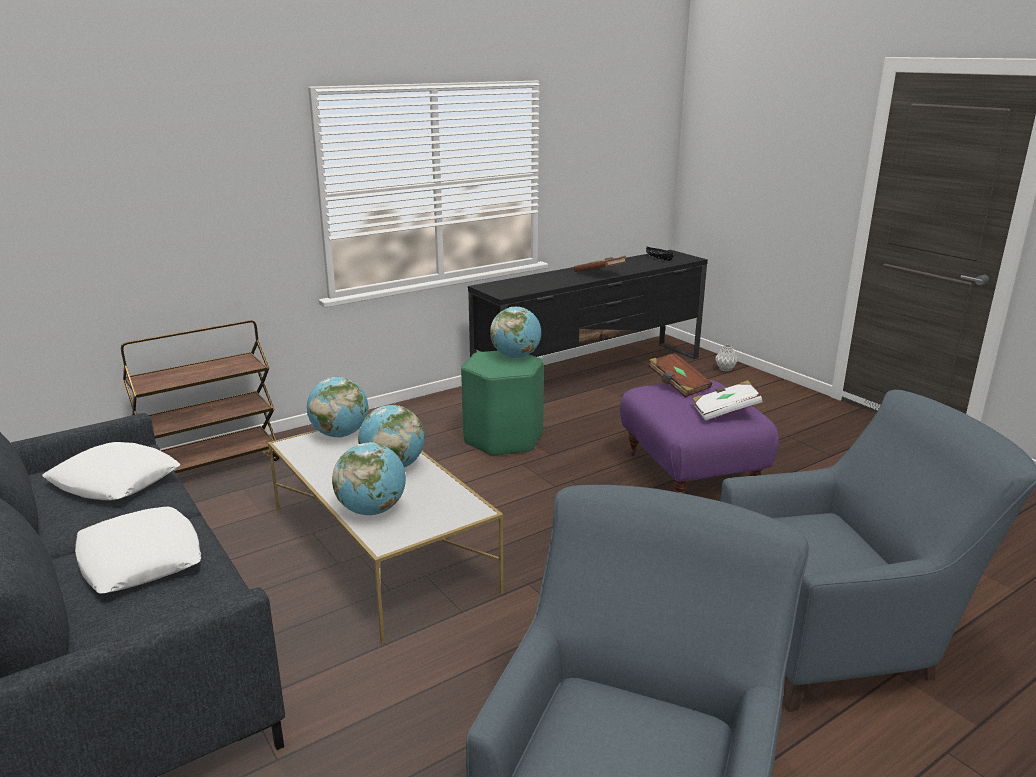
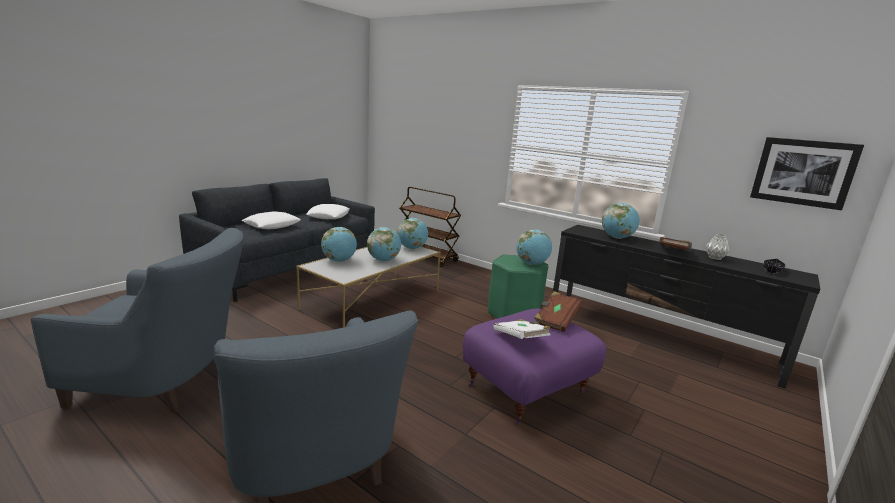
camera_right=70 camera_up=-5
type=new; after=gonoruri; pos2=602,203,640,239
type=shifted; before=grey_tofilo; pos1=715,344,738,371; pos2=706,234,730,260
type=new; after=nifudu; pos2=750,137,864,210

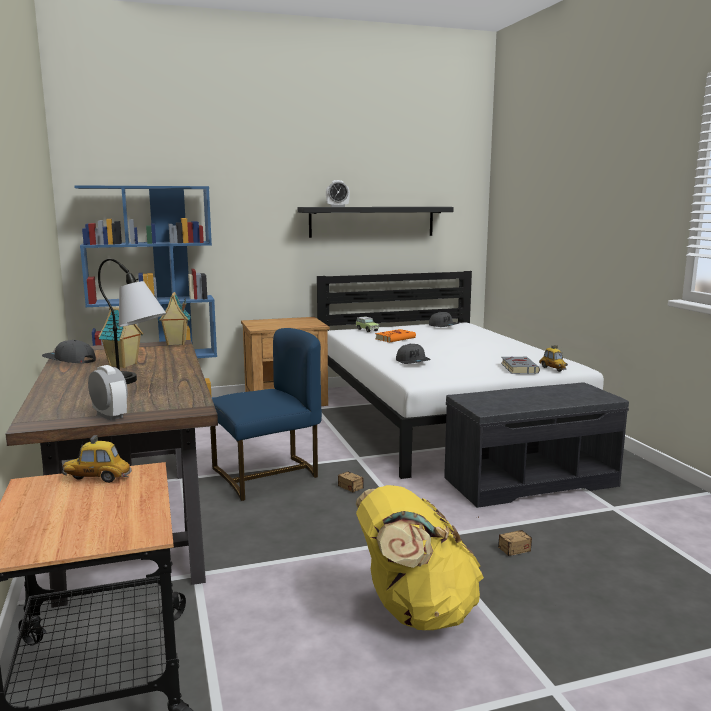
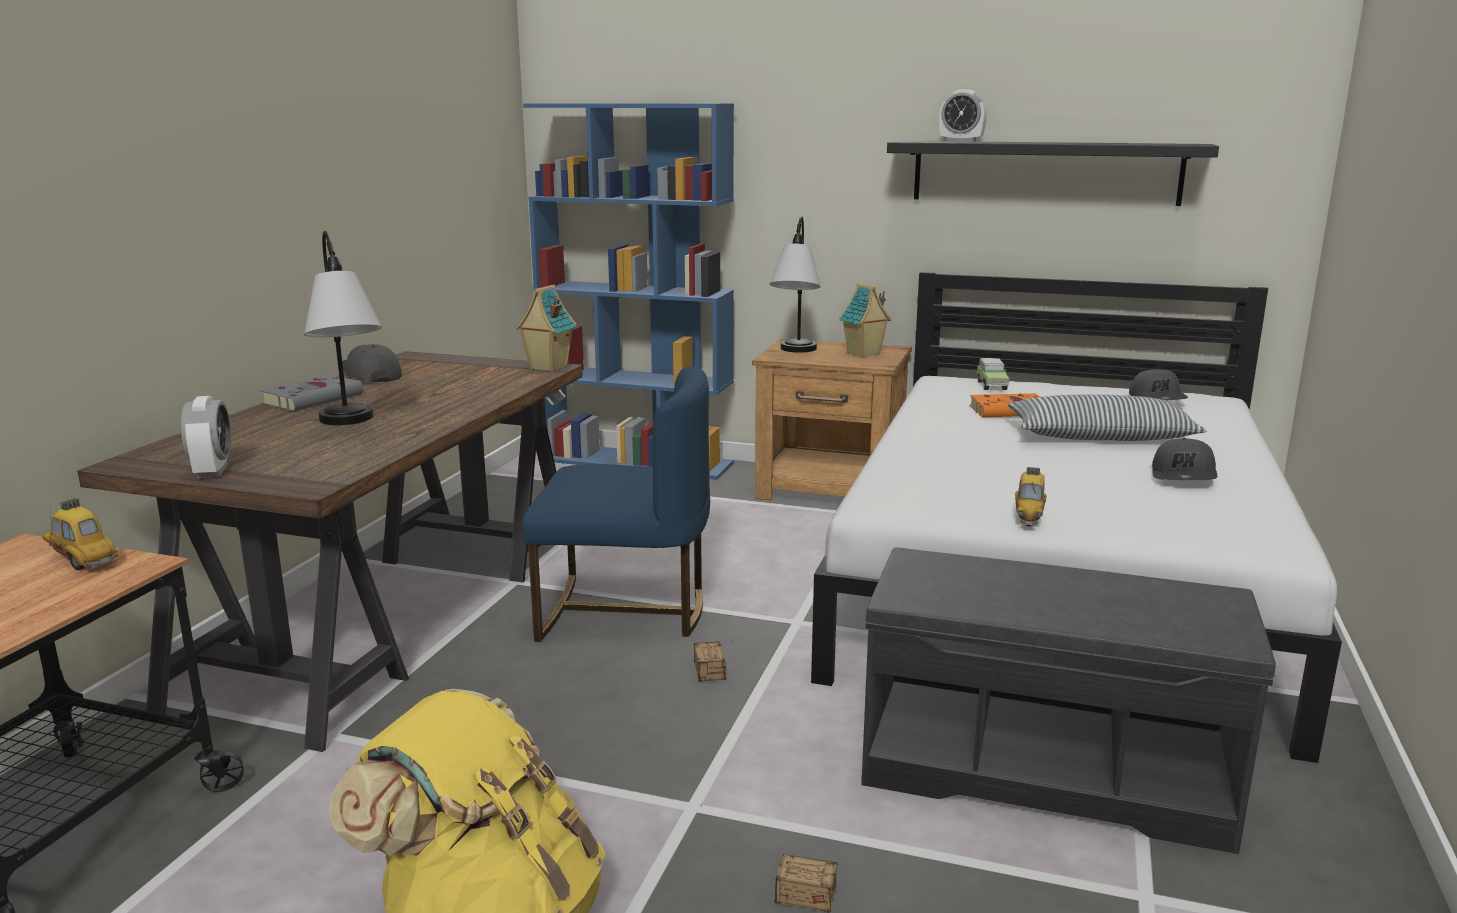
camera_right=35 camera_up=5
type=shifted; before=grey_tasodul; pos1=501,356,540,374; pos2=261,375,363,411
type=new; after=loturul; pos2=770,216,821,353
type=shifted; before=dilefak; pos1=98,307,143,368; pos2=839,283,891,358
type=new; after=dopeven; pos2=1008,394,1207,441
type=shifted; before=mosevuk; pos1=539,345,568,372; pos2=1015,467,1046,526
type=shifted; before=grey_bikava; pos1=396,344,431,364; pos2=1152,438,1217,480

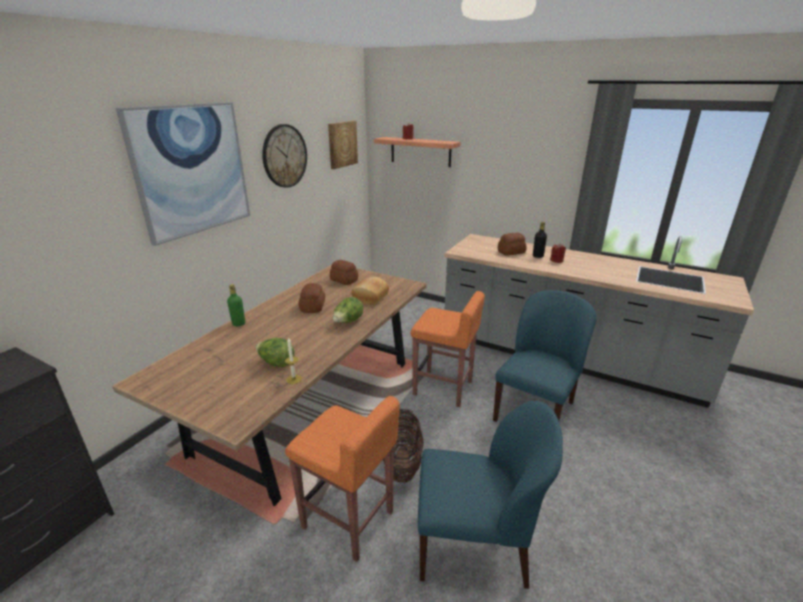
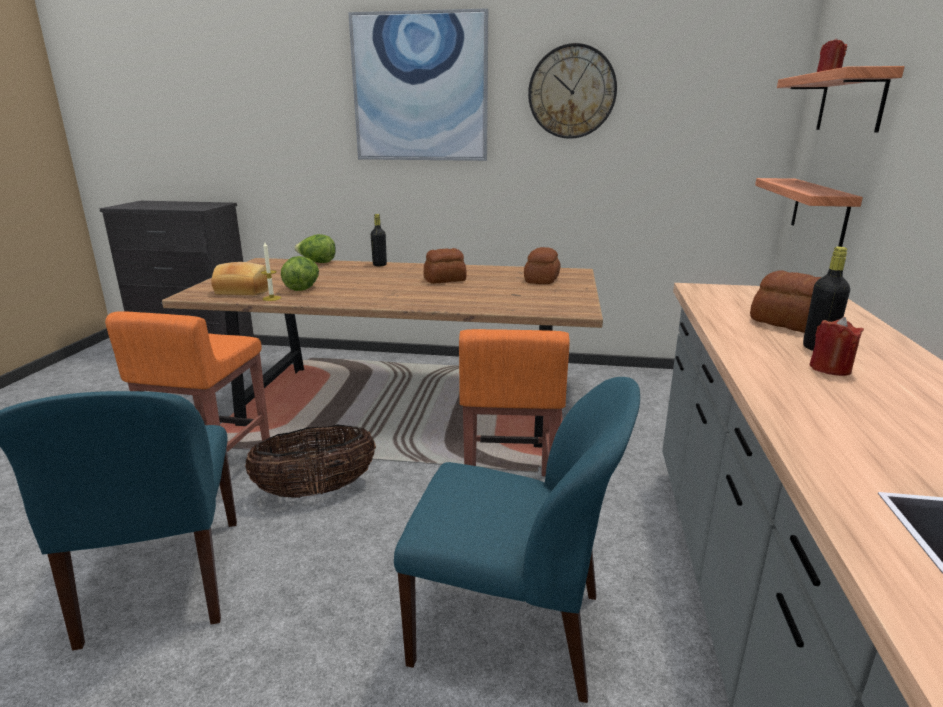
camera_right=70 camera_up=-5
type=shifted; before=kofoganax; pos1=351,277,389,305; pos2=211,262,268,295
type=shifted; before=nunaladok; pos1=333,297,363,323; pos2=294,234,336,263
type=repainted; before=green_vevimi; after=black_vevimi; pos1=227,284,245,326; pos2=371,214,387,266
type=new; after=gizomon; pos2=755,178,863,247
type=gone; before=nifudu; pos1=328,121,358,169

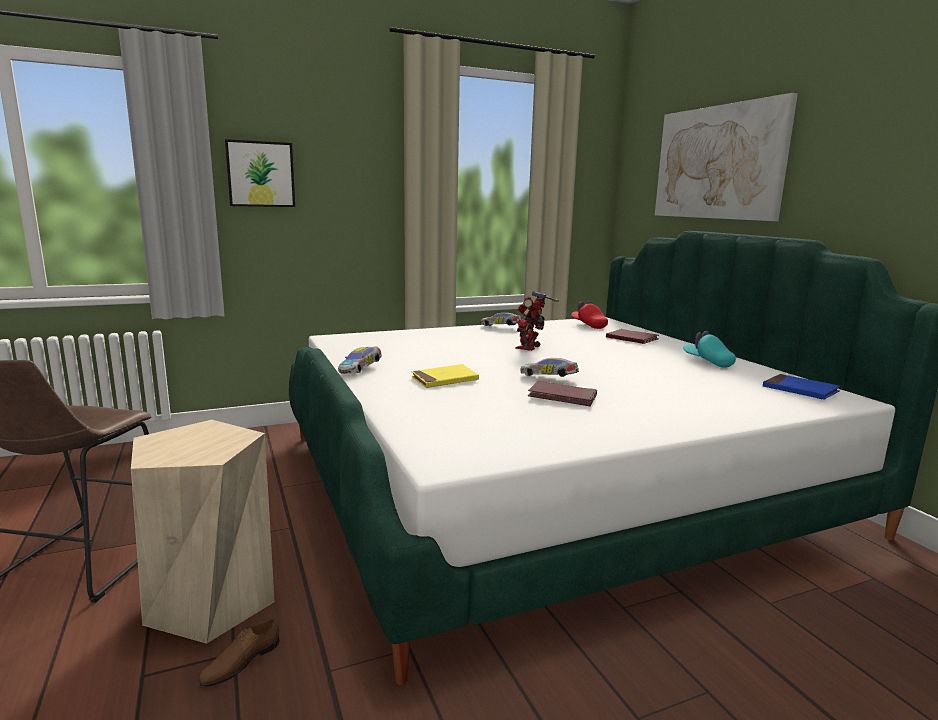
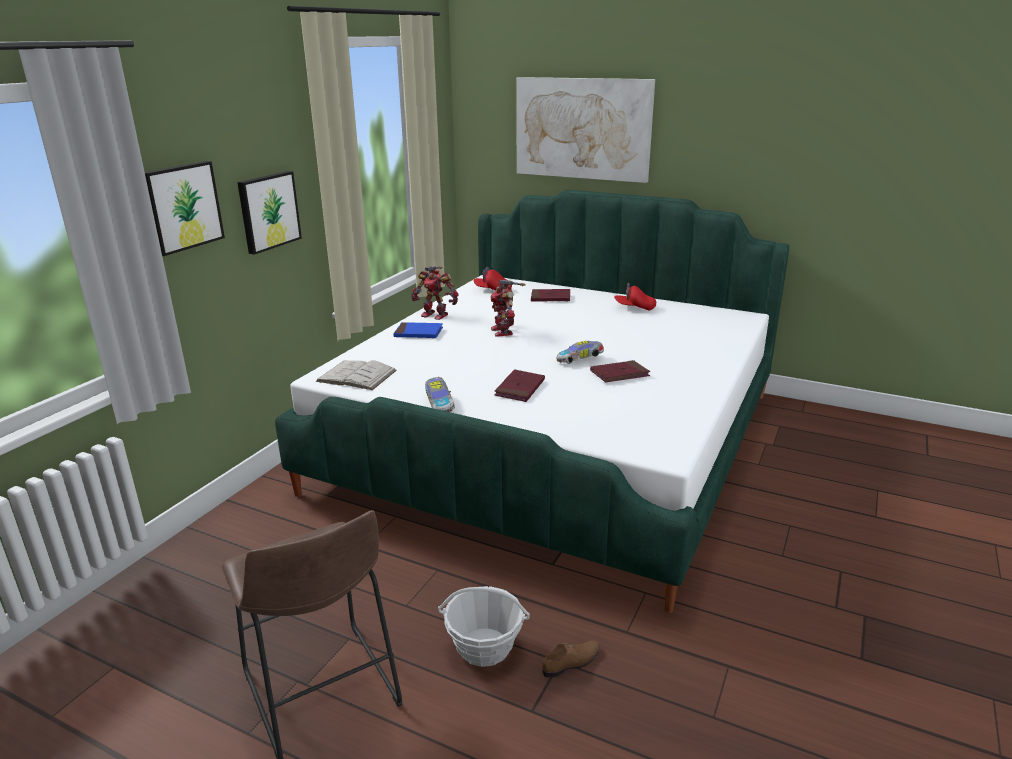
camera_right=-40 camera_up=10
type=new; after=nifudu; pos2=237,171,302,255
type=new; after=white_tasodul; pos2=316,360,397,390
type=shifted; before=blue_tasodul; pos1=763,374,840,400; pos2=393,322,443,338
type=swapped; before=mosevuk; after=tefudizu; pos1=480,313,521,326; pos2=412,266,459,320
type=swapped; before=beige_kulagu; after=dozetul; pos1=131,420,275,644; pos2=438,586,530,667
type=repainted; before=yellow_tasodul; after=red_tasodul; pos1=412,364,479,388; pos2=494,369,545,402
type=rotated; before=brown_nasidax; pos1=198,619,280,687; pos2=542,640,600,678; turn=-120
type=repainted; before=turquoise_bikava; after=red_bikava; pos1=683,331,736,367; pos2=614,283,656,311

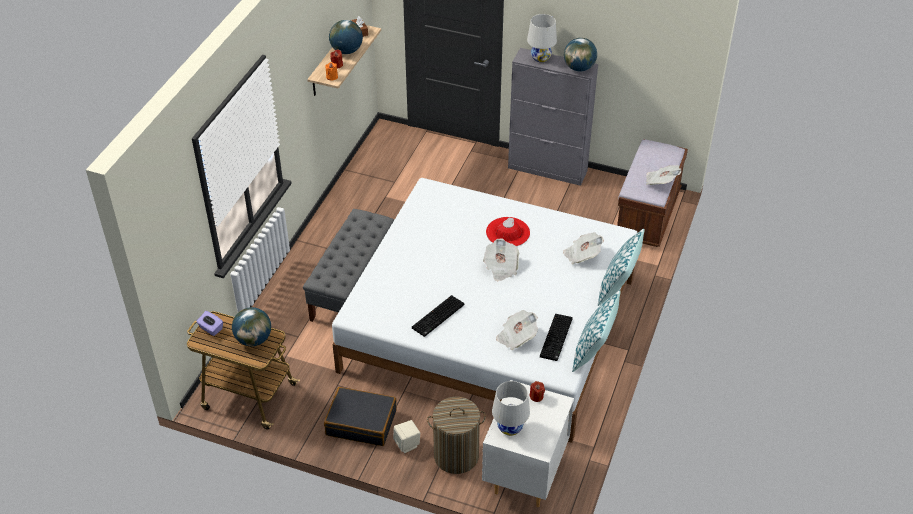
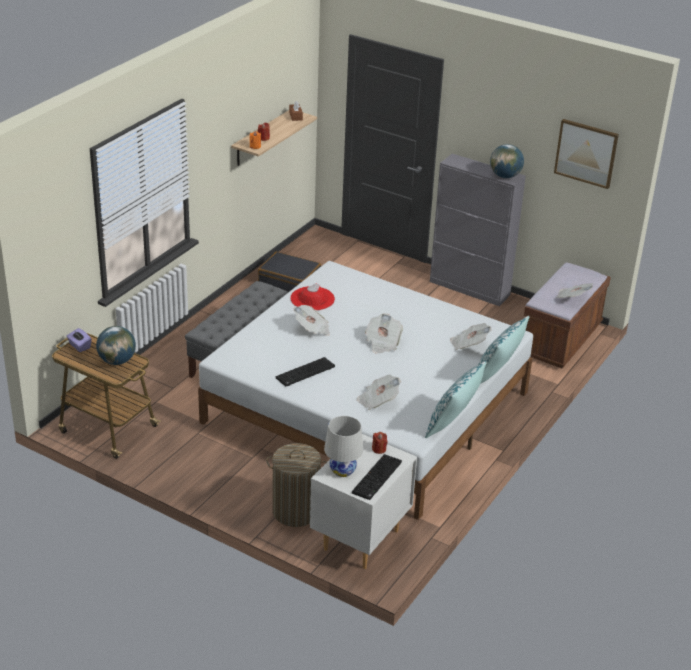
camera_right=10 camera_up=-10
type=shifted; before=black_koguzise; pos1=324,387,397,446; pos2=258,252,321,292
type=shifted; before=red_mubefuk; pos1=486,217,530,246; pos2=290,284,335,311
type=new; after=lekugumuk; pos2=293,305,330,336
type=shifted; before=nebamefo; pos1=540,314,573,361; pos2=352,454,402,500
type=new; after=nifudu; pos2=554,119,619,189
type=gone; before=gonoruri; pos1=329,20,363,54
type=gone; before=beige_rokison; pos1=393,420,420,453
type=gone; before=white_loturul; pos1=527,14,557,62

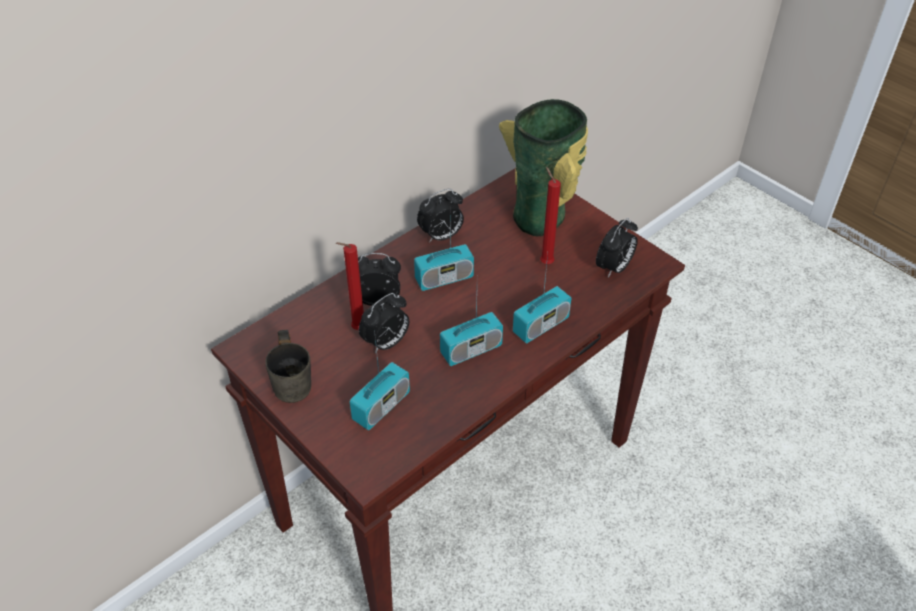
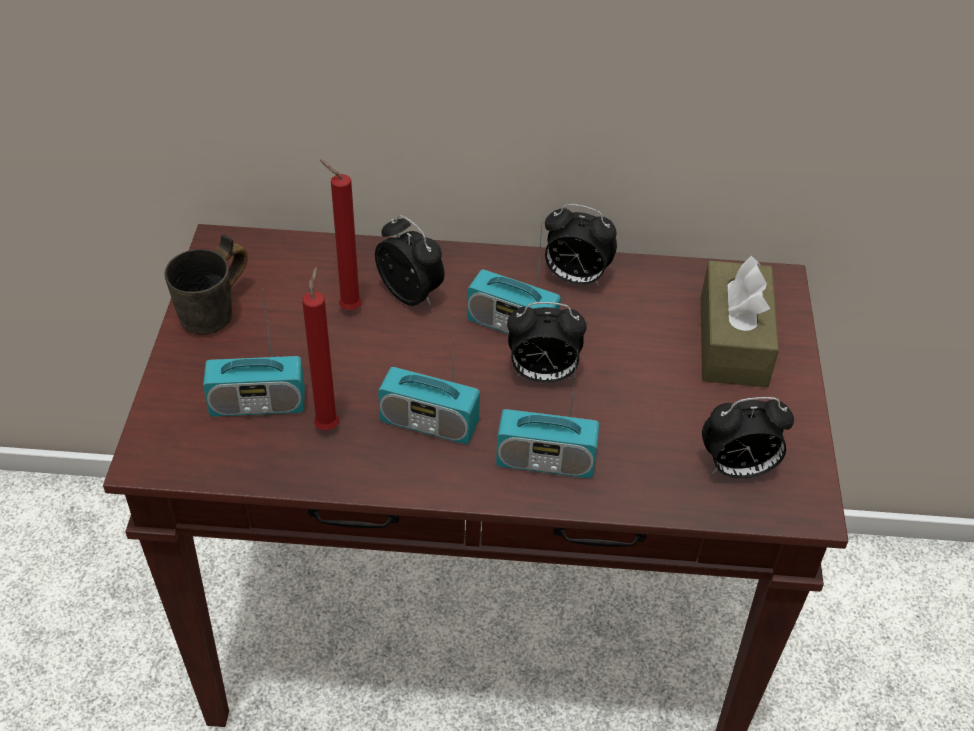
camera_right=45 camera_up=0
type=shifted; before=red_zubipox; pos1=540,167,561,264; pos2=302,266,339,430
type=shifted; before=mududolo; pos1=359,293,409,353; pos2=507,302,587,383
type=swapped; before=tofilo; after=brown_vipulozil; pos1=499,99,588,236; pos2=701,255,779,388

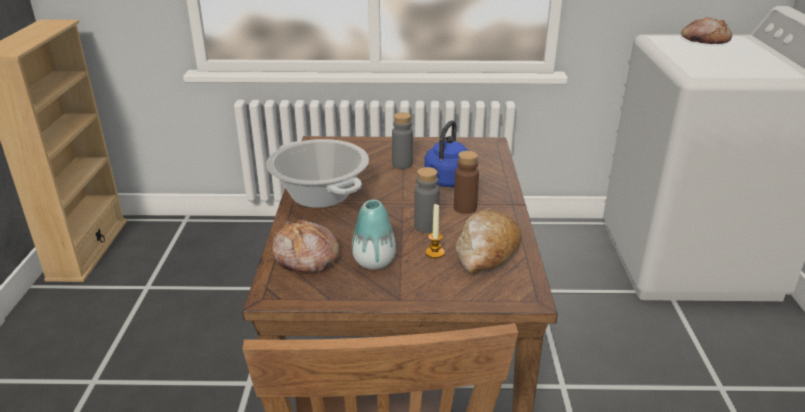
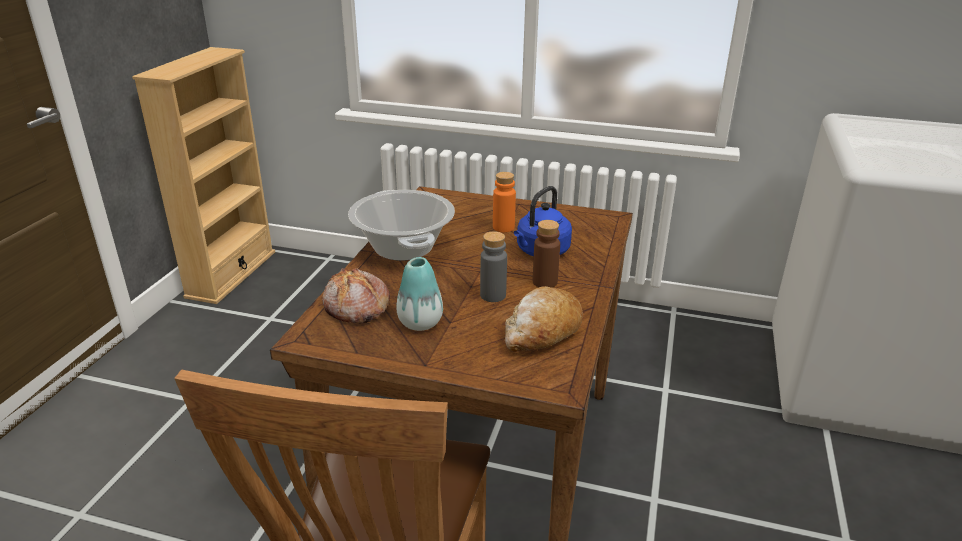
camera_right=15 camera_up=0
type=repainted; before=grey_vevimi; after=orange_vevimi; pos1=392,112,413,169; pos2=493,172,516,232
type=gone; before=zubipox; pos1=425,203,445,258
type=gone; before=kofoganax; pos1=681,17,732,44

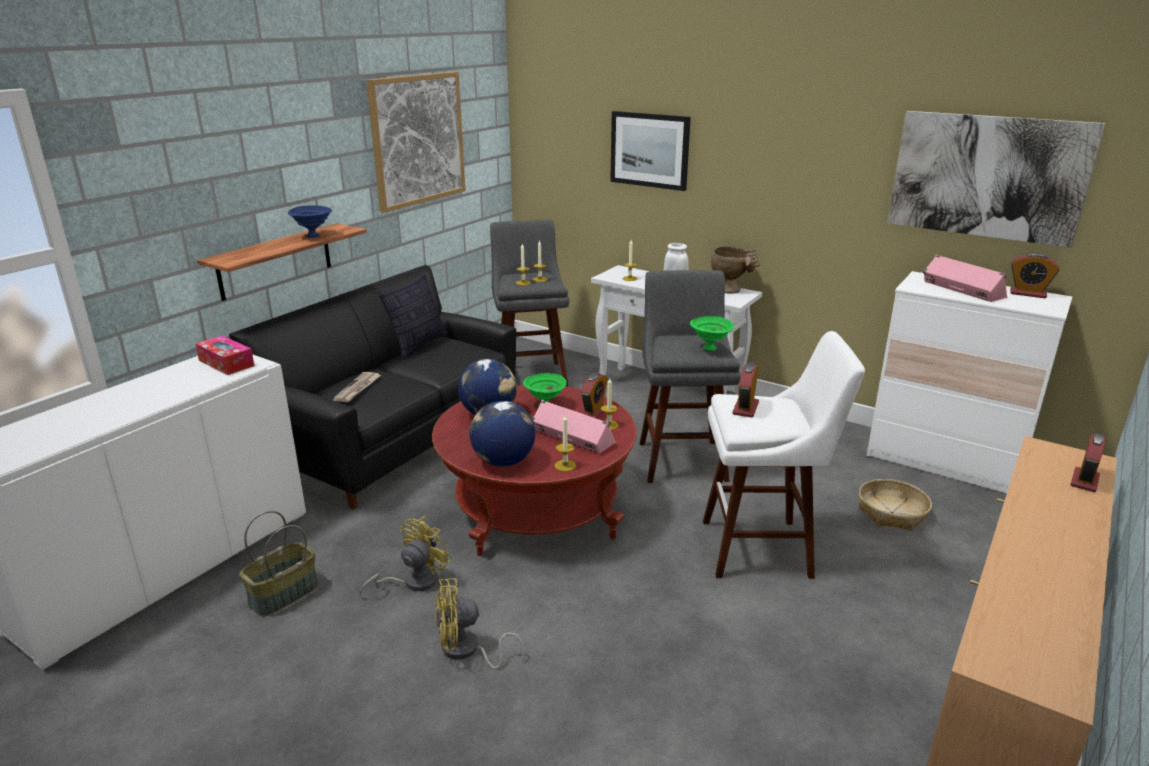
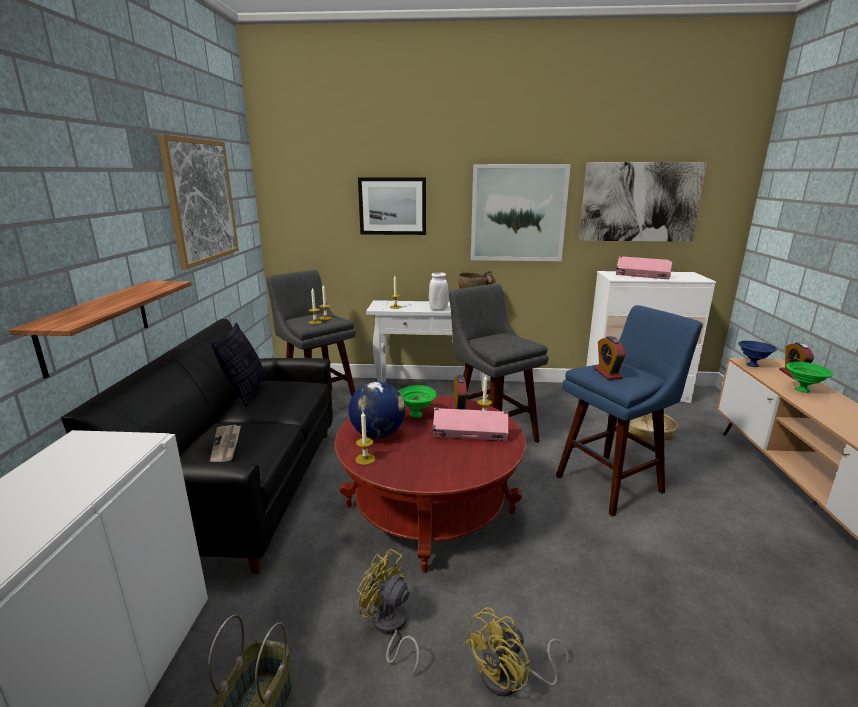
camera_right=-30 camera_up=-5
type=shifted; before=zubipox; pos1=555,415,576,471; pos2=355,412,375,465
type=rotated; before=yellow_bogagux; pos1=359,516,452,596; pos2=357,549,420,675; turn=-60
type=new; after=nifudu; pos2=471,164,571,261
type=repainted; before=white_kulagu; after=blue_kulagu; pos1=703,331,865,579; pos2=556,305,703,517
type=shifted; before=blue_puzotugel; pos1=288,205,332,238; pos2=738,341,777,367
type=shifted; before=green_puzotugel; pos1=690,316,734,351; pos2=786,362,833,393
type=gone; before=vipulozil; pos1=195,335,254,375
type=gone; before=gonoruri; pos1=470,401,535,467
type=gone; before=mududolo; pos1=1010,253,1059,299

